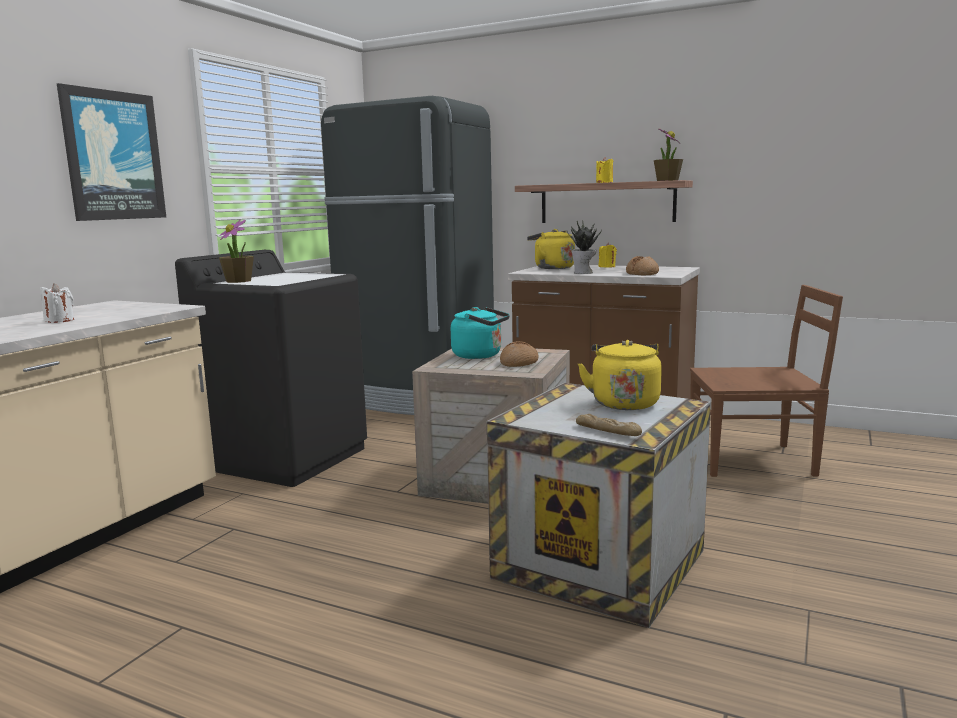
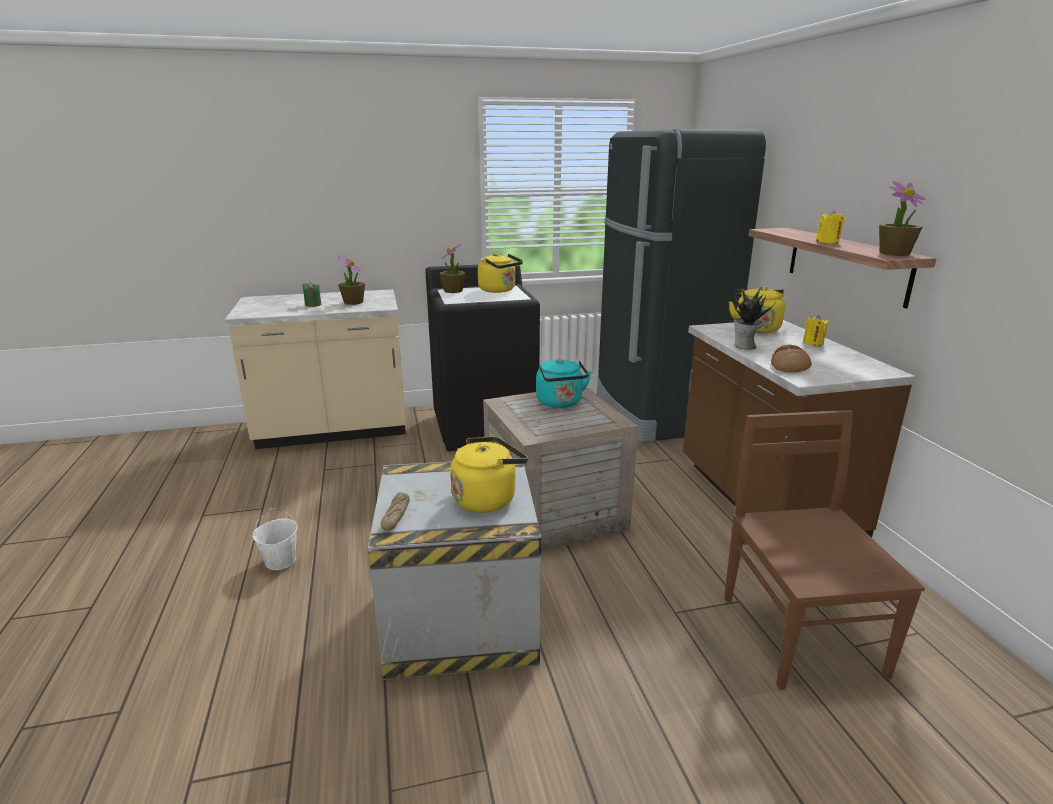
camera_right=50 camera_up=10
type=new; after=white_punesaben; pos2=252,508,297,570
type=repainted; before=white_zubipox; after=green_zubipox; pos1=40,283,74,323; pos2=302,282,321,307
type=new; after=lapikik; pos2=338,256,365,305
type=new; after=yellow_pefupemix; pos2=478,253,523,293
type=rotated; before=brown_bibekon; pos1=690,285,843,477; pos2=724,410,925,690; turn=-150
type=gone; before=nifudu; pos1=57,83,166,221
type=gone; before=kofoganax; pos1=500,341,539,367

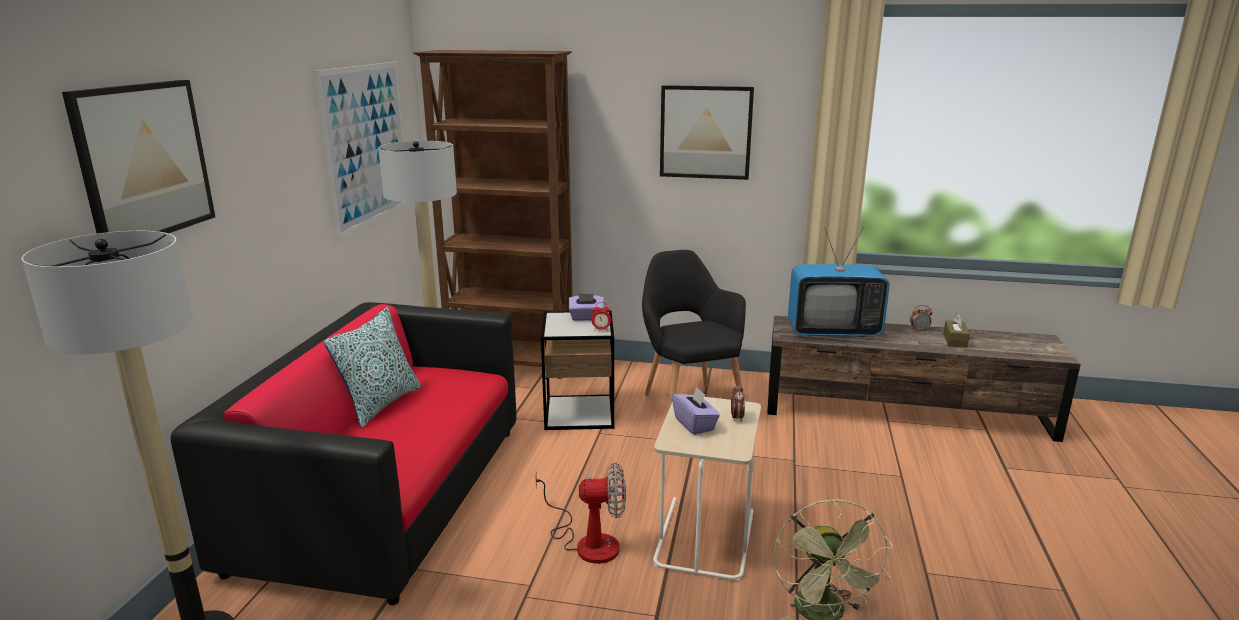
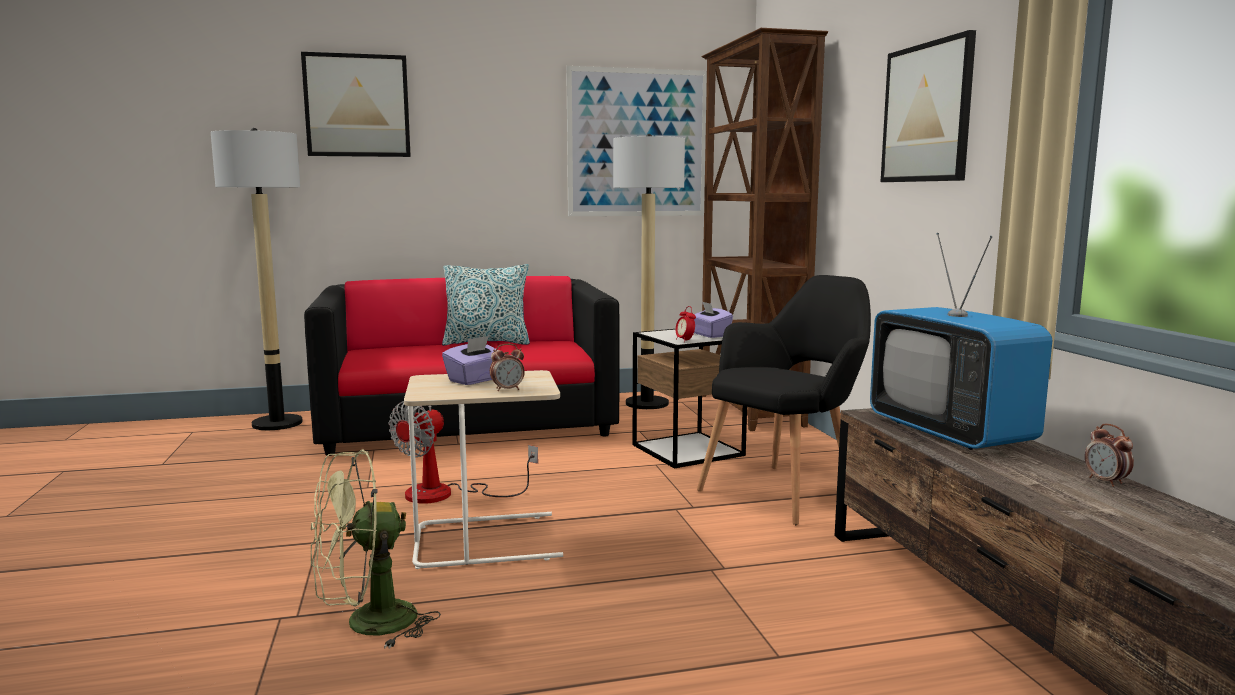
camera_right=65 camera_up=-10
type=rotated; before=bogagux; pos1=535,462,626,564; pos2=388,401,538,504; turn=60
type=gone; before=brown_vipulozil; pos1=943,313,970,348

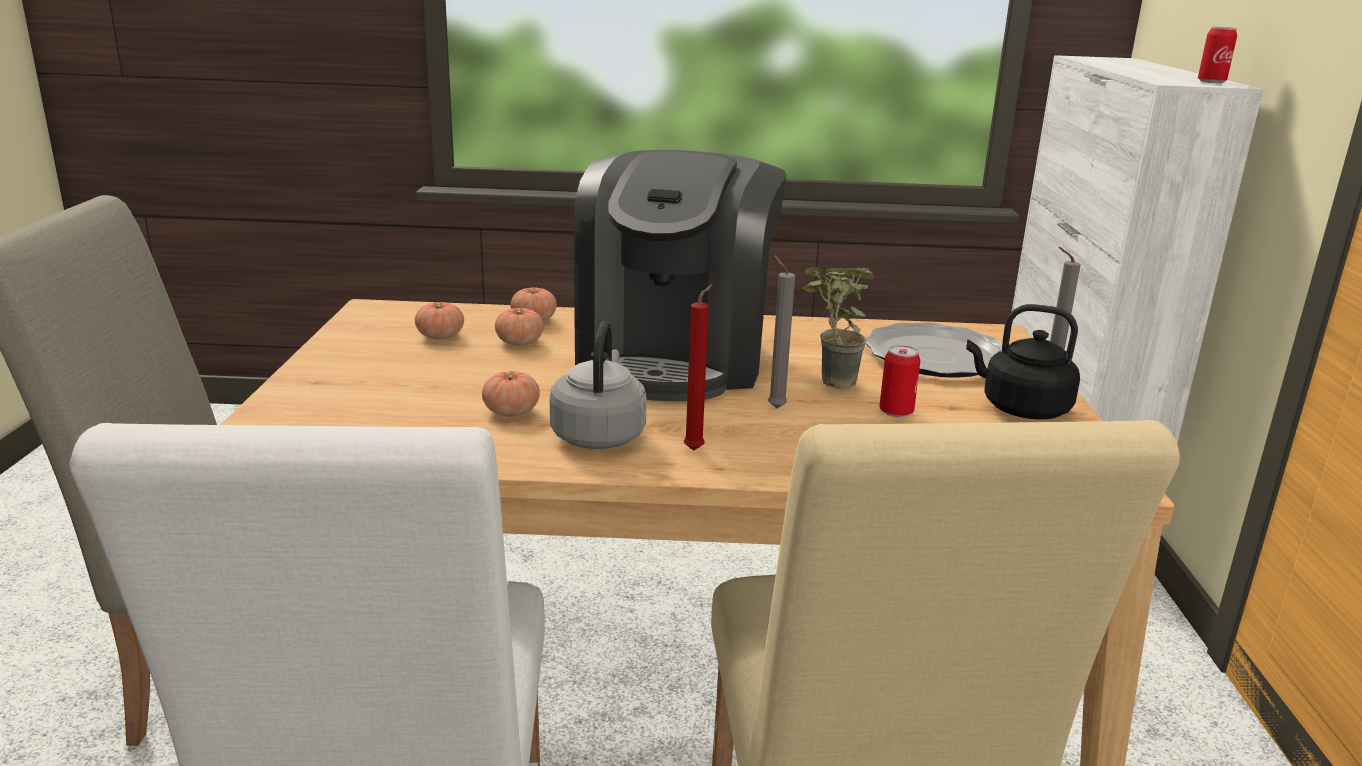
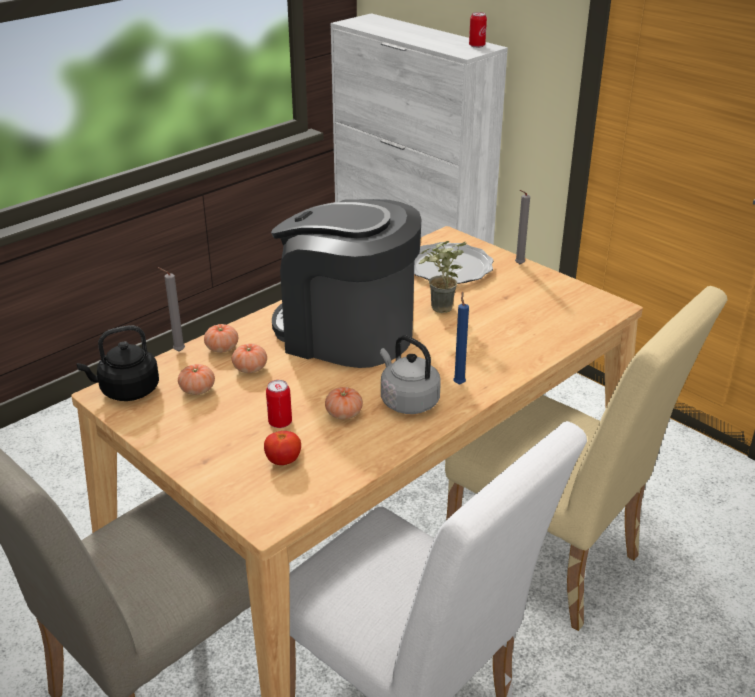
camera_right=-45 camera_up=10
type=shifted; before=black_pefupemix; pos1=966,304,1080,419; pos2=76,325,159,401
type=shifted; before=grey_zubipox; pos1=768,255,795,408; pos2=157,267,185,352
type=new; after=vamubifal; pos2=264,431,301,465
type=shifted; before=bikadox; pos1=879,345,920,417; pos2=266,380,292,428
type=rotated; before=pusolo; pos1=573,150,787,401; pos2=271,199,421,368; turn=150
type=repainted; before=red_zubipox; after=blue_zubipox; pos1=684,284,713,451; pos2=453,291,469,385

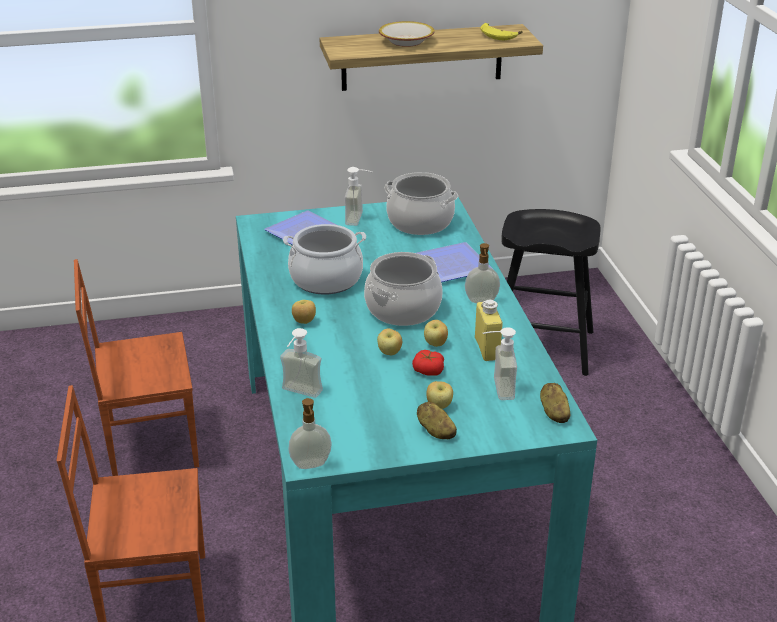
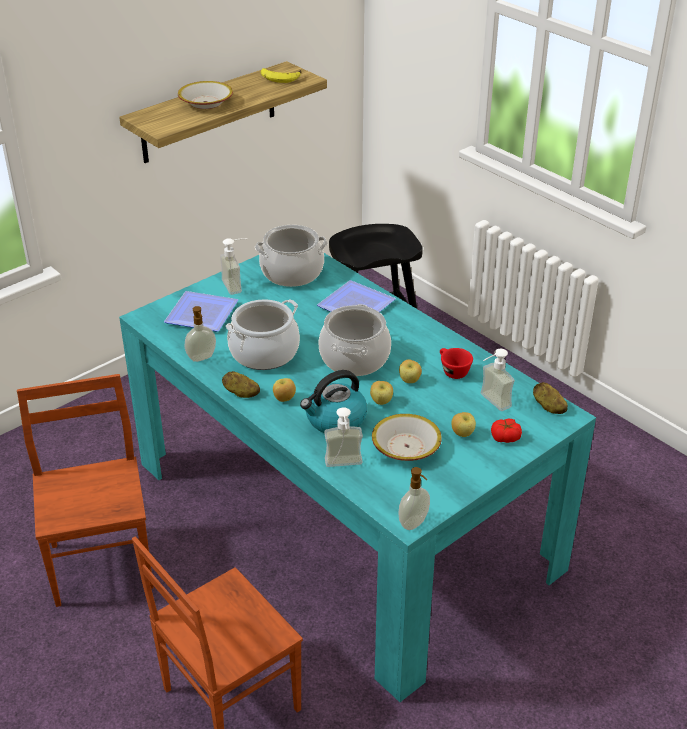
camera_right=-30 camera_up=5
type=rotated; before=brown_bibekon; pos1=74,259,199,476; pos2=17,374,154,607; turn=120
type=shifted; before=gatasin; pos1=465,243,500,303; pos2=185,306,216,362
type=shifted; before=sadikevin; pos1=417,402,457,439; pos2=222,371,260,398
type=new; after=pefupemix; pos2=300,370,367,433
type=new; after=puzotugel; pos2=372,414,442,461
type=swapped; before=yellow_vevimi; after=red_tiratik; pos1=475,300,502,361; pos2=440,348,473,379
type=shifted; before=vamubifal; pos1=412,350,444,376; pos2=491,419,522,443

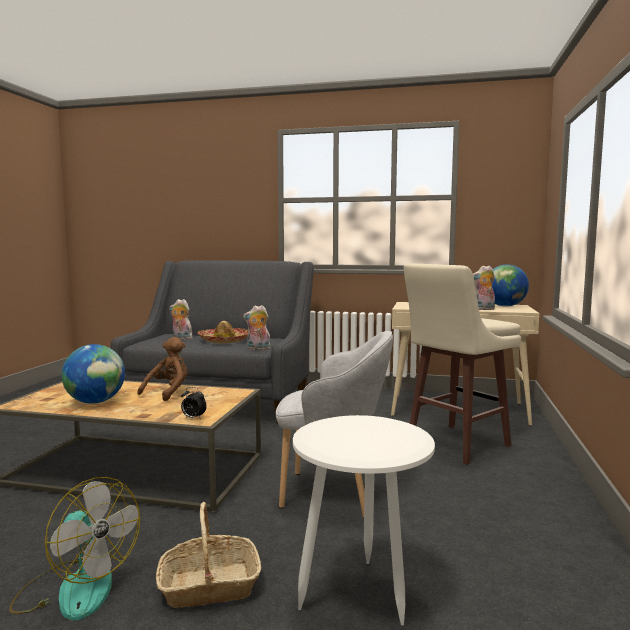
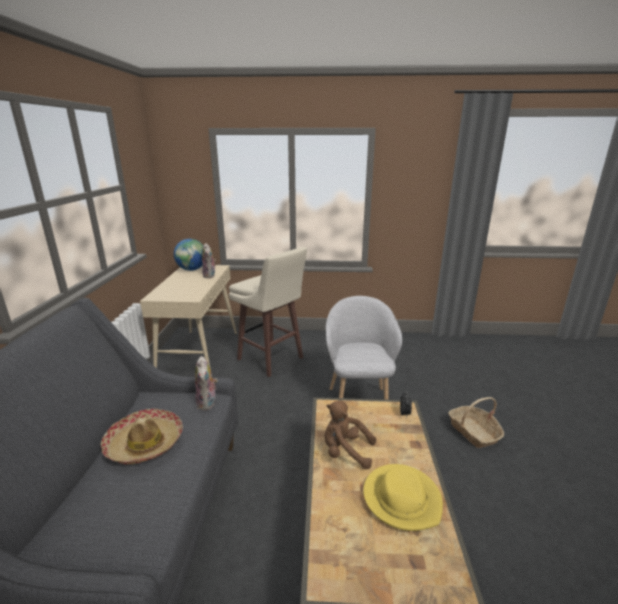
camera_right=-100 camera_up=15
type=swapped; before=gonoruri; after=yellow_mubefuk; pos1=61,344,125,404; pos2=363,464,443,531
type=gone; before=bogagux; pos1=9,477,140,620
type=gone; before=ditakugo; pos1=169,299,193,340
type=gone; before=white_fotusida; pos1=293,415,435,625

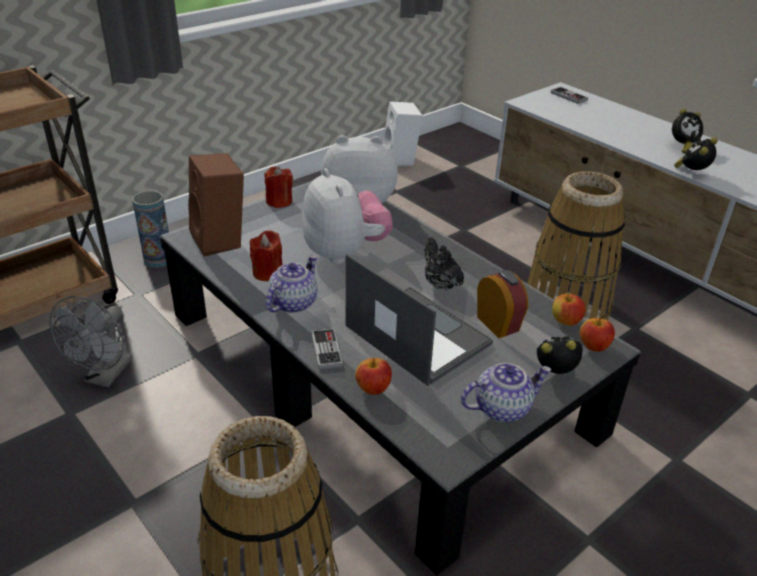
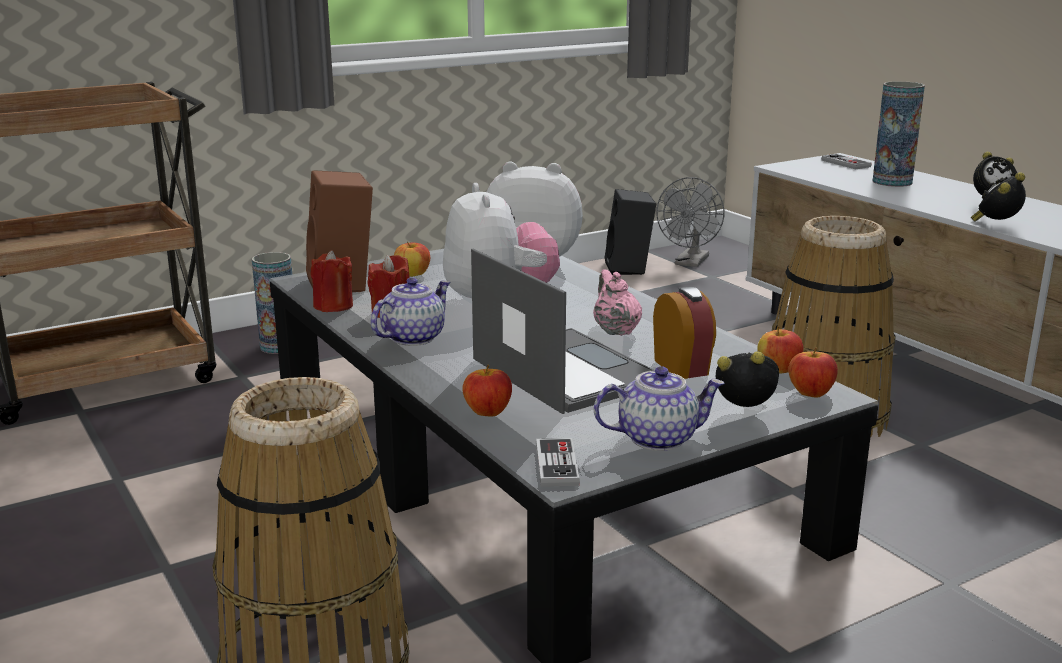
camera_right=10 camera_up=-15
type=shifted; before=red_zubipox; pos1=264,167,293,208; pos2=311,250,353,312
type=new; after=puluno; pos2=394,241,430,277
type=shifted; before=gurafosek; pos1=311,328,343,370; pos2=536,438,580,487
type=repainted; before=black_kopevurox; after=pink_kopevurox; pos1=425,237,464,290; pos2=593,270,642,336
type=repainted; before=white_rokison; after=black_rokison; pos1=383,101,423,167; pos2=604,189,656,275
type=shifted; before=grey_bogagux; pos1=50,296,133,387; pos2=656,177,724,267
type=new; after=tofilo; pos2=873,81,925,187

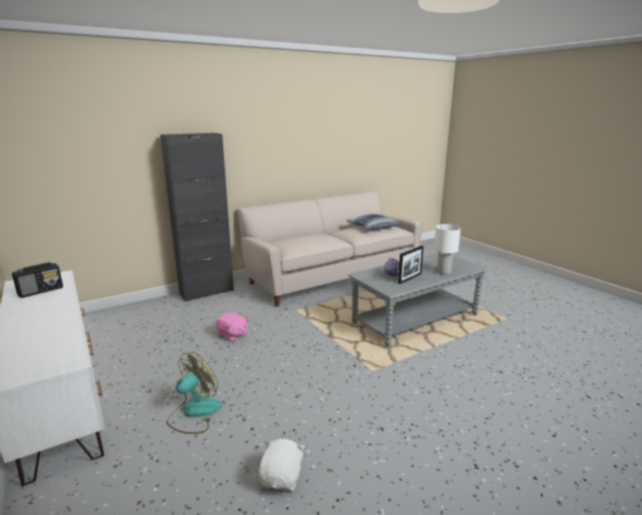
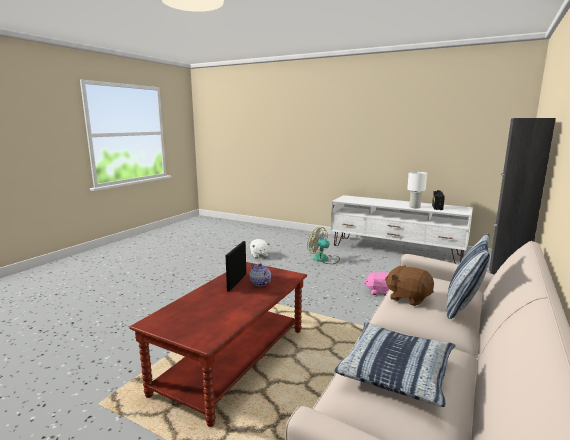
camera_right=150 camera_up=-5
type=repainted; before=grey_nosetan; after=brown_nosetan; pos1=348,253,489,347; pos2=129,262,307,427
type=rotated; before=bogagux; pos1=167,352,222,434; pos2=307,227,340,264; turn=120
type=new; after=brown_ditakugo; pos2=385,265,434,306
type=shifted; before=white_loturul; pos1=434,224,461,275; pos2=407,172,427,208
type=new; after=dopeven; pos2=447,233,490,319

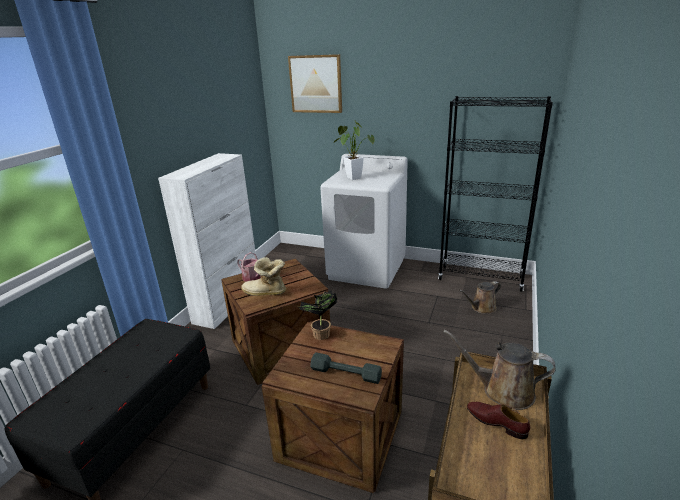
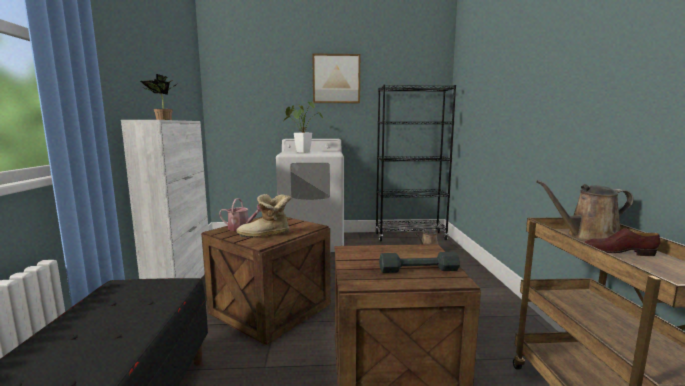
camera_right=-25 camera_up=-15
type=shifted; before=lapikik; pos1=299,291,338,340; pos2=140,74,177,120
type=shifted; before=nifudu; pos1=288,54,342,113; pos2=312,53,360,103

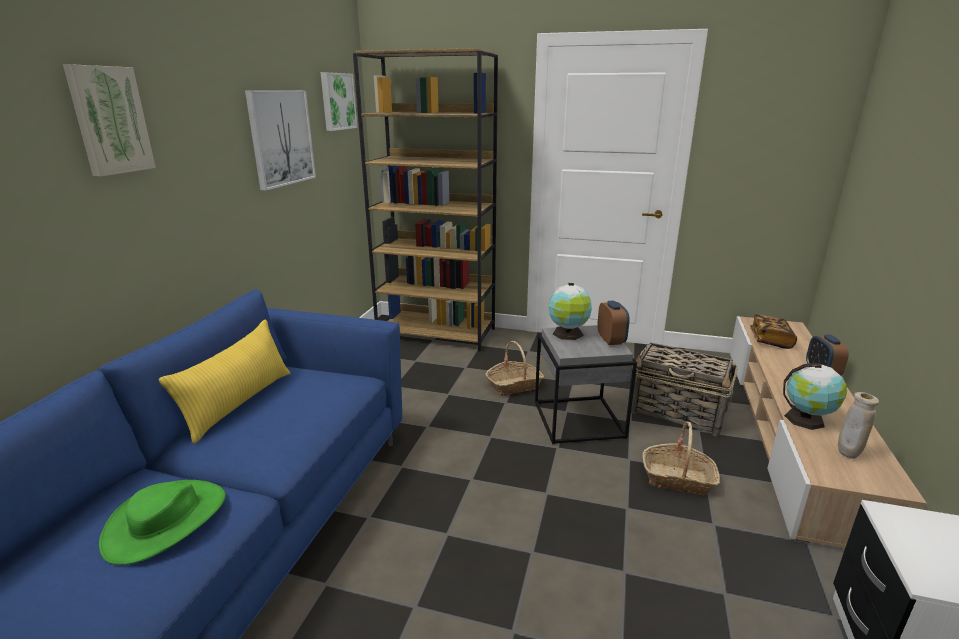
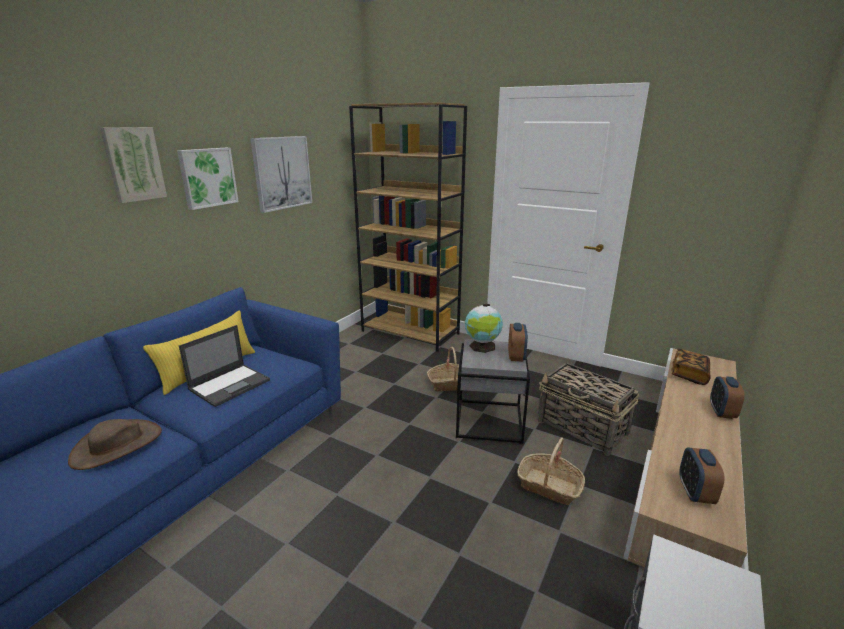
camera_right=15 camera_up=0
type=repainted; before=green_mubefuk; after=brown_mubefuk; pos1=99,480,226,565; pos2=68,419,162,470
type=shifted; before=nifudu; pos1=321,72,357,131; pos2=177,148,239,210
type=new; after=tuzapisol; pos2=179,325,270,407
type=swapped; before=beige_tofilo; after=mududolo; pos1=838,392,879,459; pos2=679,447,725,504
type=gone; before=gonoruri; pos1=783,363,847,430

